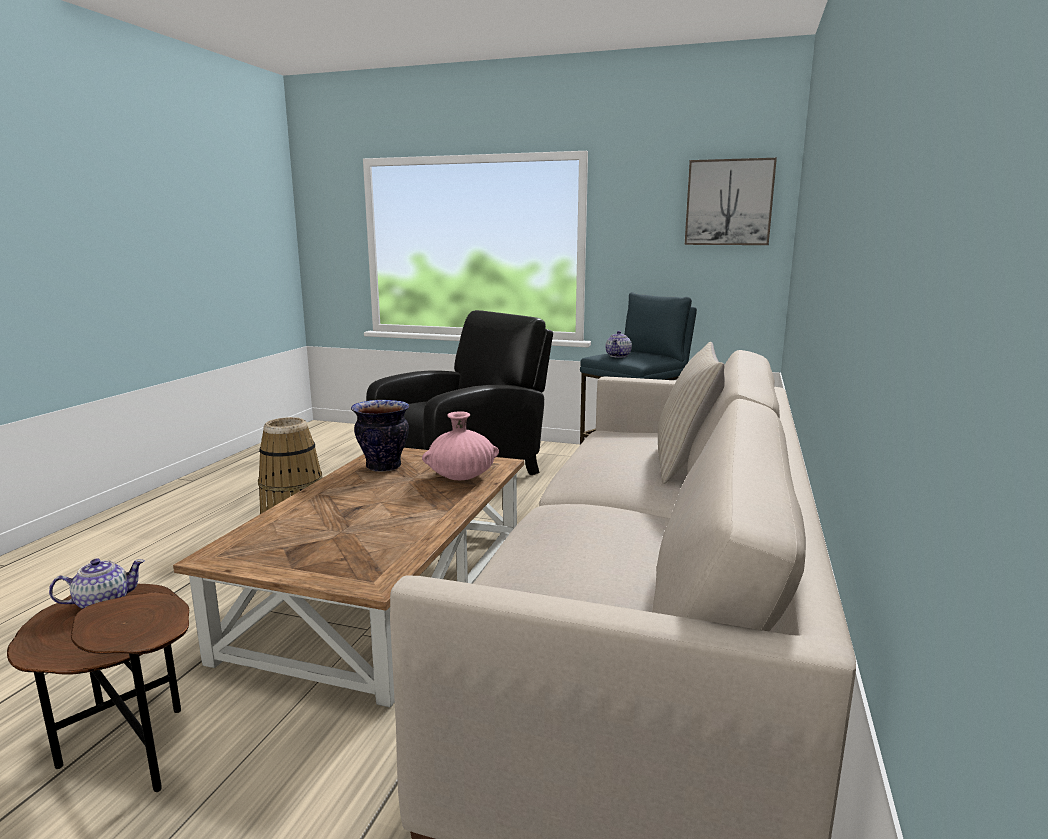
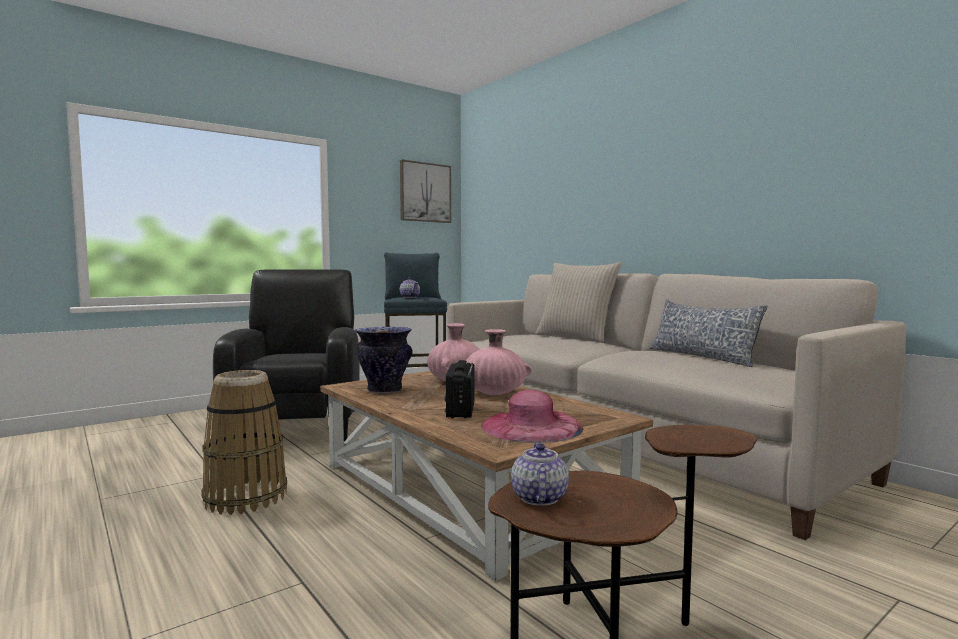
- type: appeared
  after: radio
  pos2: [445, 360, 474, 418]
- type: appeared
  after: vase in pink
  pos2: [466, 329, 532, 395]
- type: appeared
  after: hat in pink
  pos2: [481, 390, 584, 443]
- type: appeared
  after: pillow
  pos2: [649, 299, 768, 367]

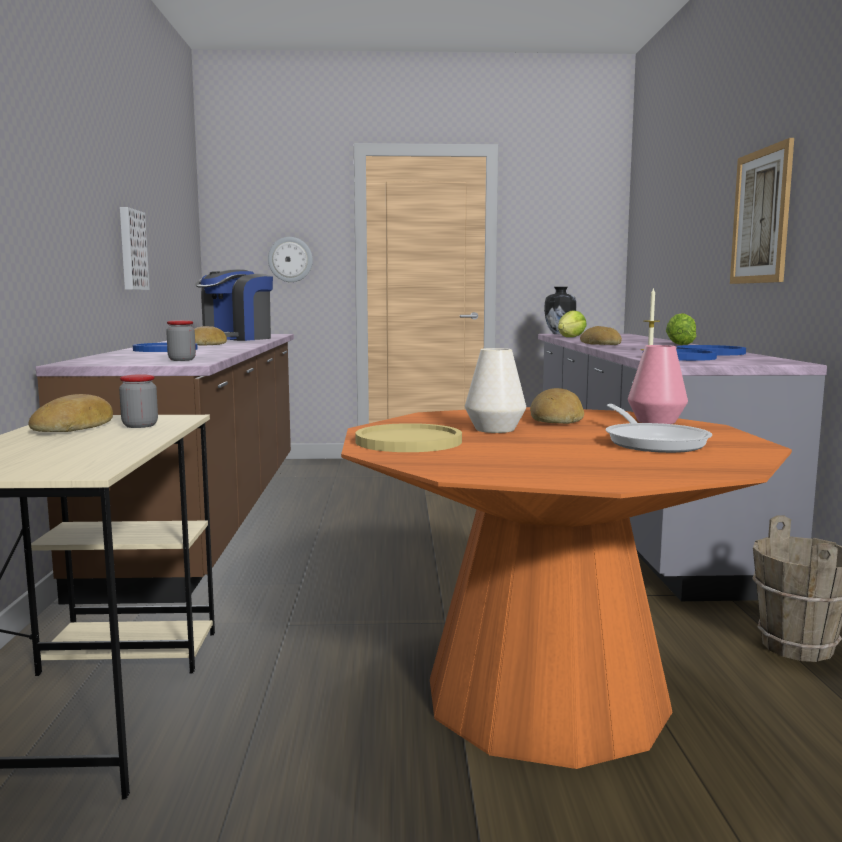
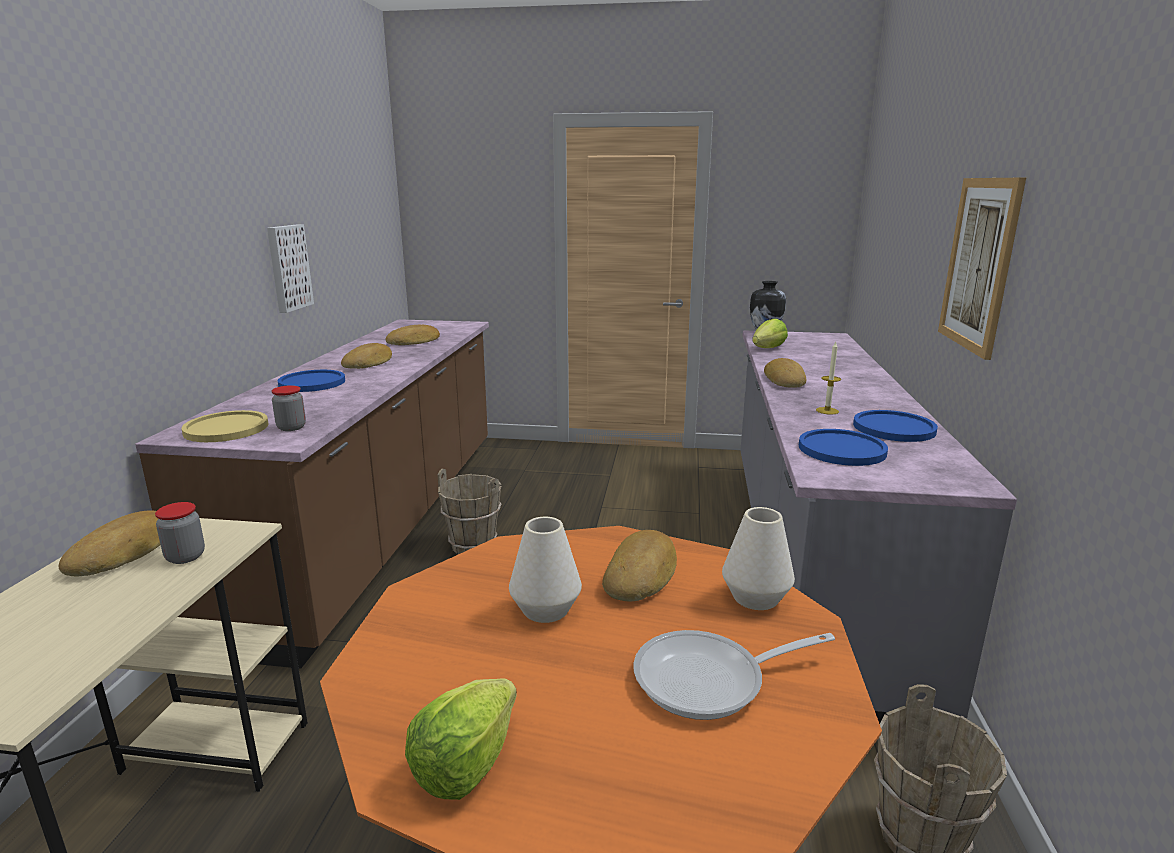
- type: exchanged
  before: coffee machine
  after: bread
  pos1: [195, 269, 273, 341]
  pos2: [385, 325, 440, 345]
- type: missing
  before: wall clock
  pos1: [268, 237, 313, 282]
- type: relocated
  before: plate in yellow
  pos1: [355, 423, 462, 452]
  pos2: [182, 410, 268, 442]
- type: spun
  before: frying pan
  pos1: [606, 404, 712, 453]
  pos2: [634, 630, 835, 720]
  turn: 75
- type: colour
  before: vase in pink
  after: vase in white
  pos1: [628, 345, 688, 424]
  pos2: [722, 507, 795, 610]
- type: relocated
  before: lettuce
  pos1: [666, 313, 696, 345]
  pos2: [405, 679, 517, 800]
- type: appeared
  after: bucket in brown
  pos2: [437, 469, 502, 554]

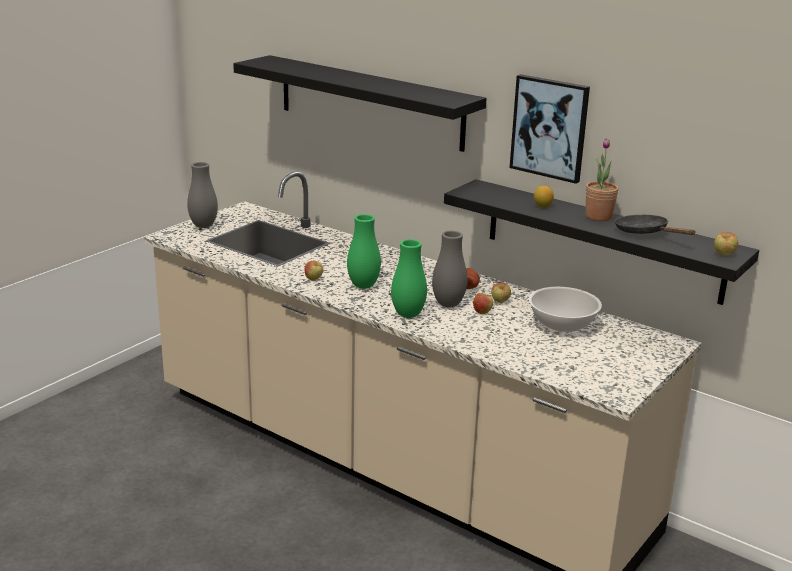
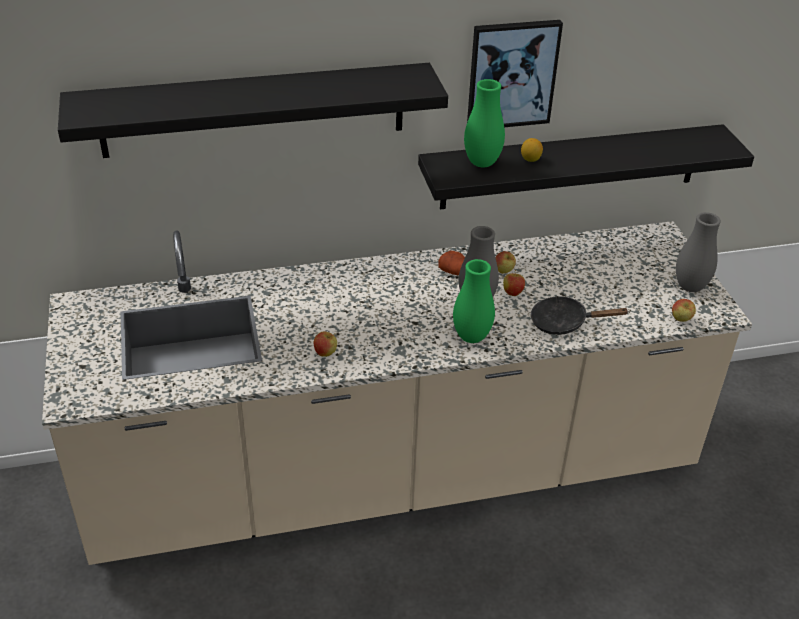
- type: relocated
  before: vase in grey
  pos1: [187, 162, 218, 228]
  pos2: [676, 212, 721, 292]
- type: relocated
  before: vase in green
  pos1: [347, 214, 381, 289]
  pos2: [464, 79, 505, 168]
- type: missing
  before: bowl in white
  pos1: [529, 287, 602, 332]
- type: missing
  before: potted plant
  pos1: [586, 138, 618, 221]
- type: relocated
  before: frying pan in black
  pos1: [615, 215, 695, 235]
  pos2: [531, 296, 628, 335]
- type: relocated
  before: apple
  pos1: [714, 232, 738, 256]
  pos2: [672, 299, 696, 322]

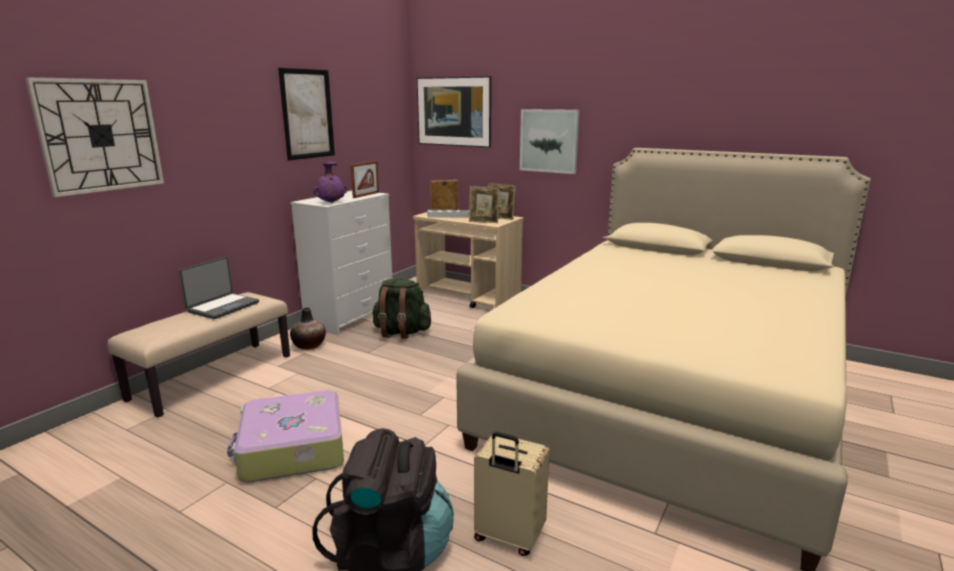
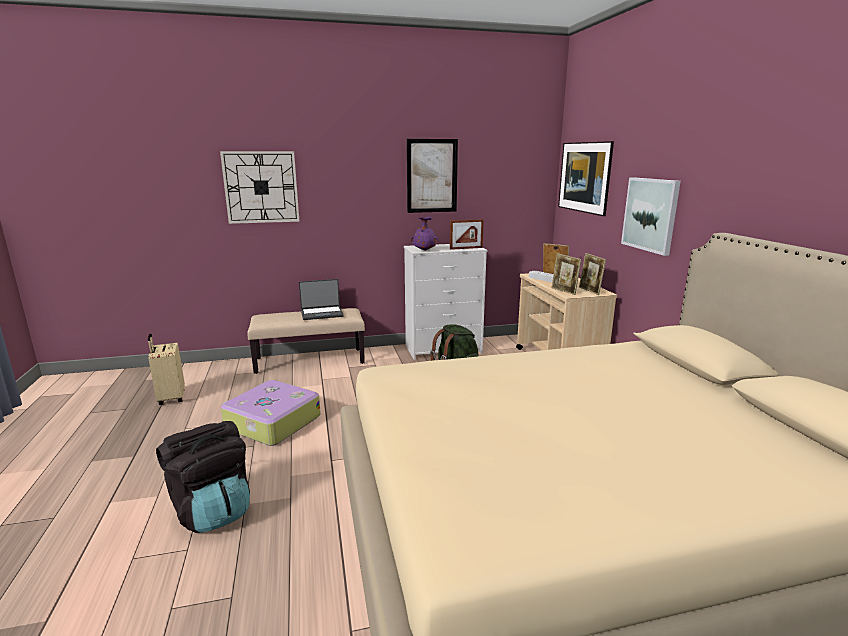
- type: missing
  before: vase
  pos1: [290, 308, 326, 350]
- type: relocated
  before: suitcase in beige
  pos1: [474, 432, 549, 556]
  pos2: [148, 334, 185, 405]

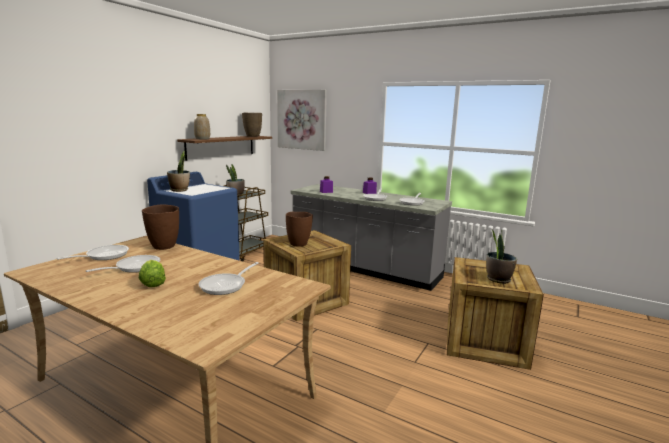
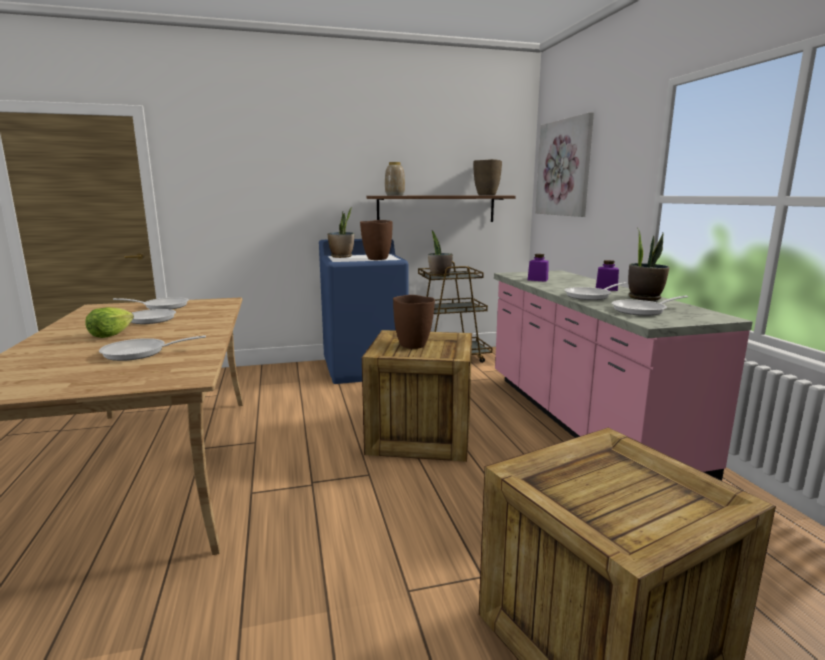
- type: relocated
  before: vase in brown
  pos1: [142, 204, 179, 250]
  pos2: [360, 220, 393, 260]
- type: colour
  before: counter in grey
  after: counter in pink
  pos1: [291, 184, 452, 291]
  pos2: [494, 270, 753, 481]
- type: relocated
  before: potted plant
  pos1: [486, 229, 517, 284]
  pos2: [628, 228, 670, 301]

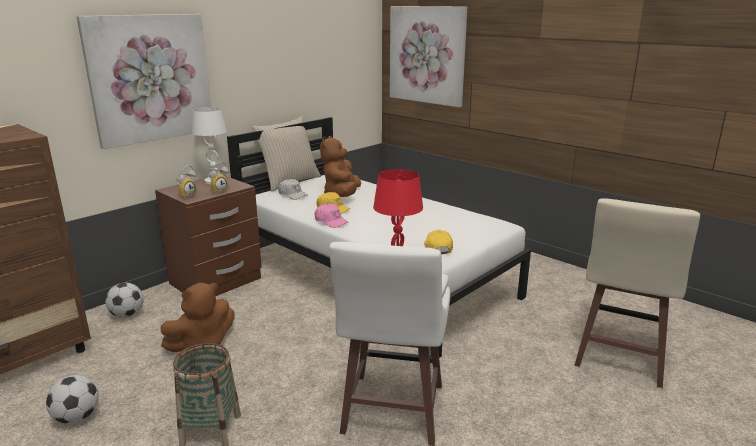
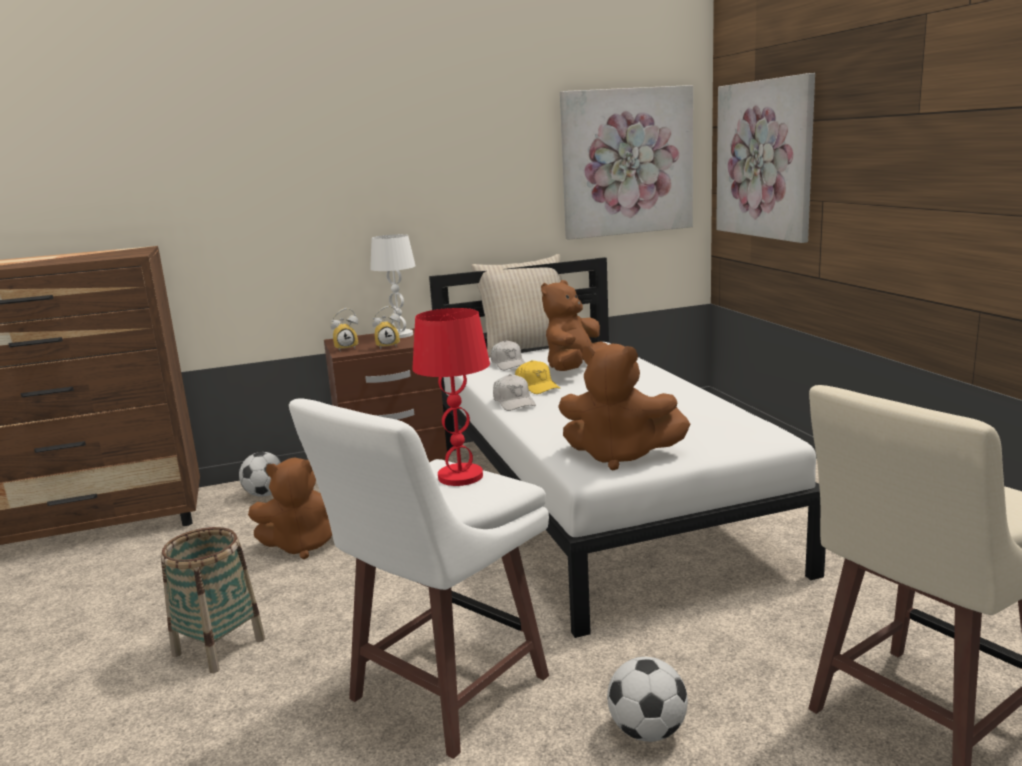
- type: relocated
  before: football
  pos1: [46, 375, 99, 424]
  pos2: [607, 657, 688, 742]
- type: relocated
  before: picture
  pos1: [76, 14, 211, 149]
  pos2: [560, 85, 693, 240]
- type: colour
  before: cap in pink
  after: cap in white
  pos1: [315, 203, 349, 228]
  pos2: [493, 374, 536, 411]
- type: exchanged
  before: cap in yellow
  after: plush toy in brown
  pos1: [424, 230, 453, 254]
  pos2: [558, 344, 690, 470]

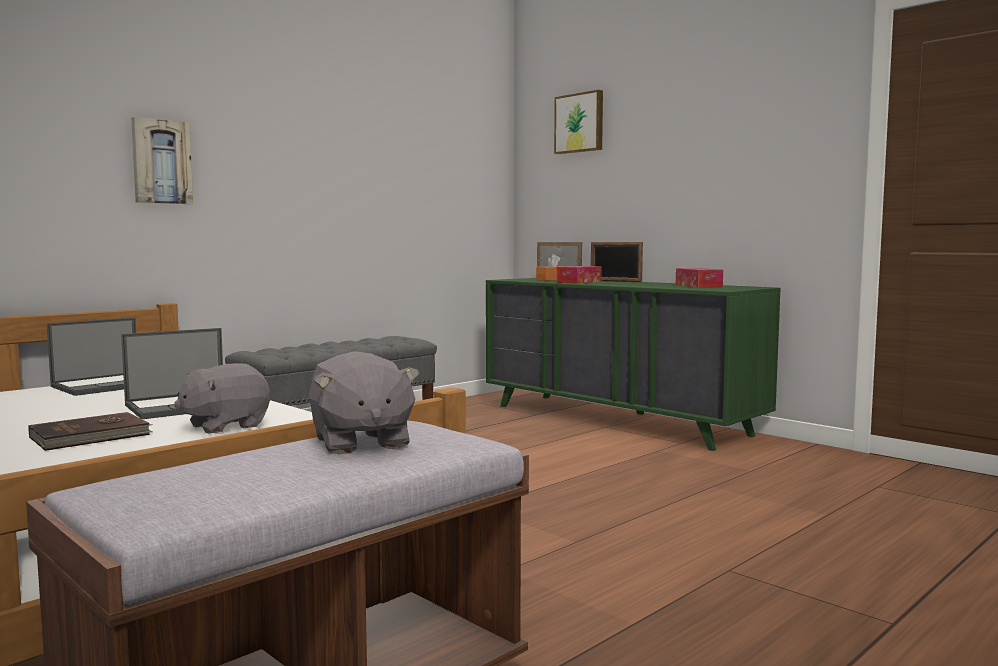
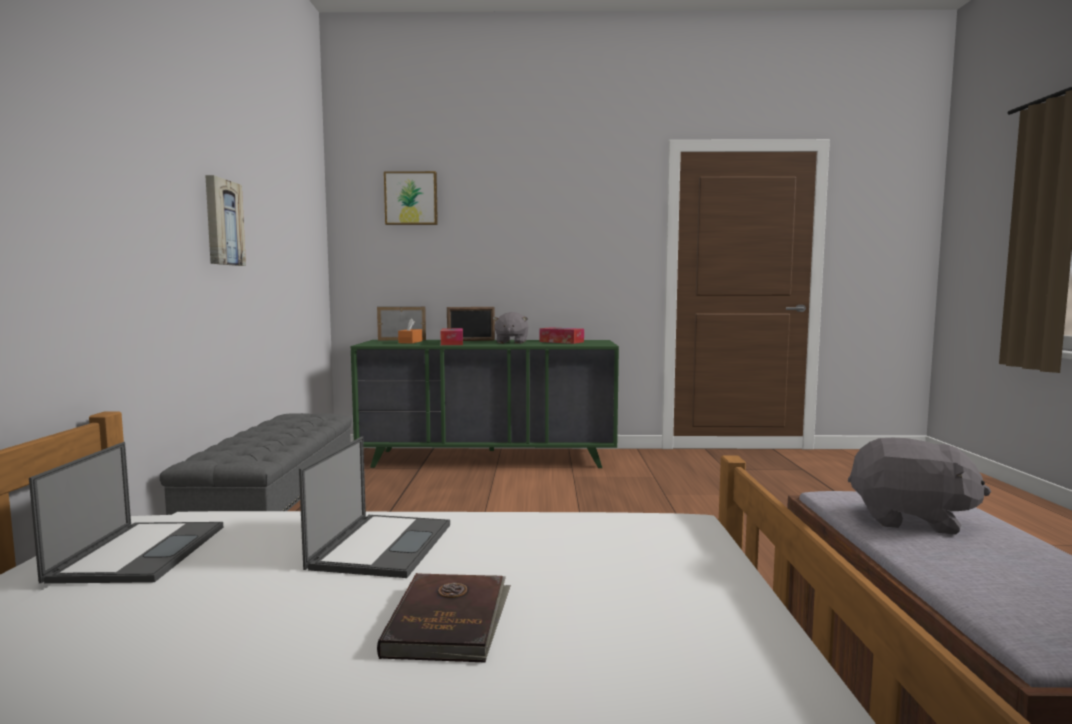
- type: relocated
  before: picture
  pos1: [131, 117, 193, 204]
  pos2: [205, 175, 246, 266]
- type: relocated
  before: plush toy in grey
  pos1: [174, 363, 270, 434]
  pos2: [492, 312, 528, 344]

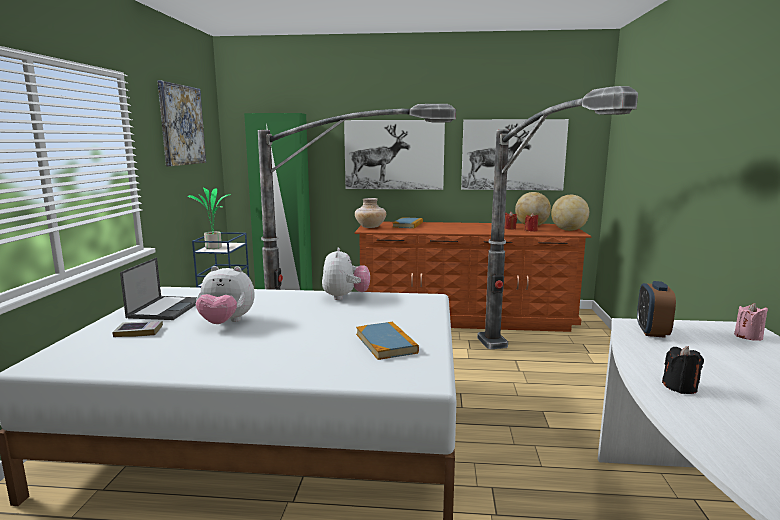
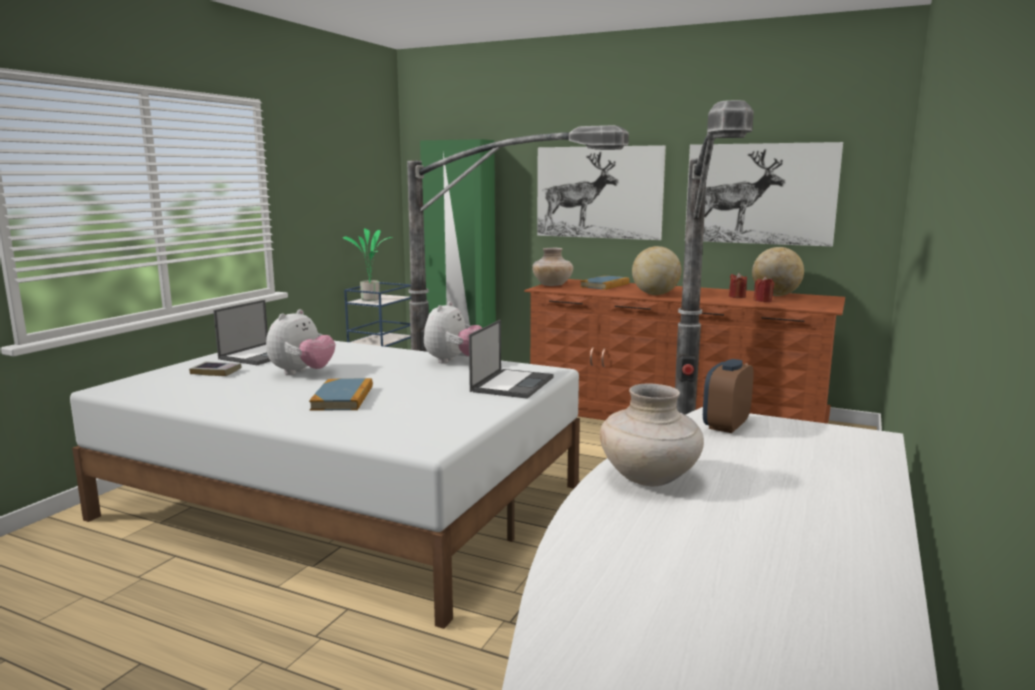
- type: missing
  before: picture
  pos1: [158, 81, 206, 166]
- type: spun
  before: plush toy
  pos1: [196, 266, 255, 324]
  pos2: [266, 309, 335, 375]
  turn: -90
- type: relocated
  before: book
  pos1: [356, 322, 419, 360]
  pos2: [309, 378, 373, 410]
- type: relocated
  before: globe
  pos1: [551, 195, 589, 231]
  pos2: [632, 246, 681, 295]
- type: exchanged
  before: candle in black
  after: vase in beige
  pos1: [662, 346, 704, 394]
  pos2: [600, 384, 704, 487]
- type: missing
  before: candle in pink
  pos1: [734, 303, 768, 341]
- type: appeared
  after: laptop
  pos2: [469, 320, 554, 399]

